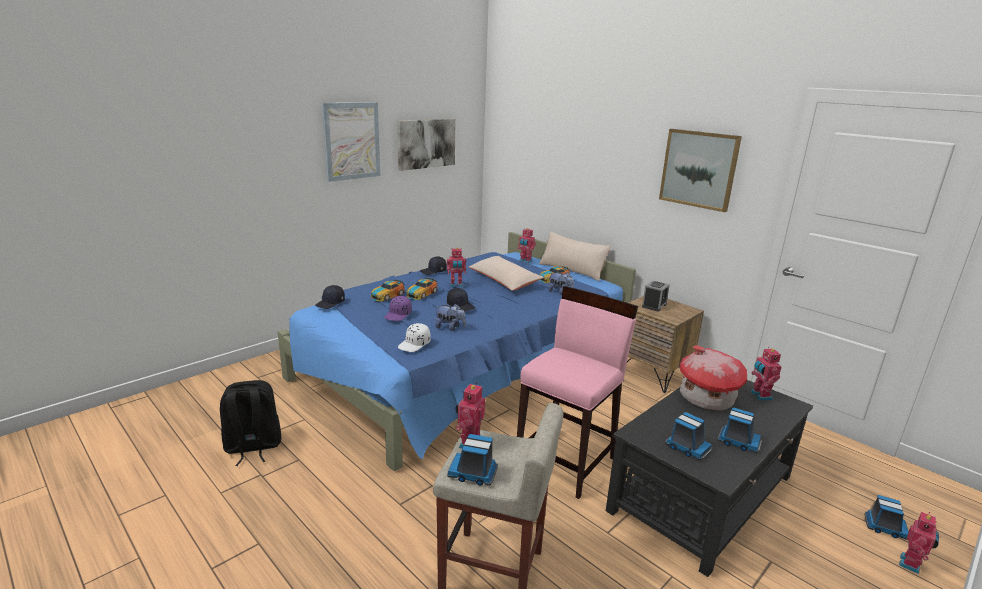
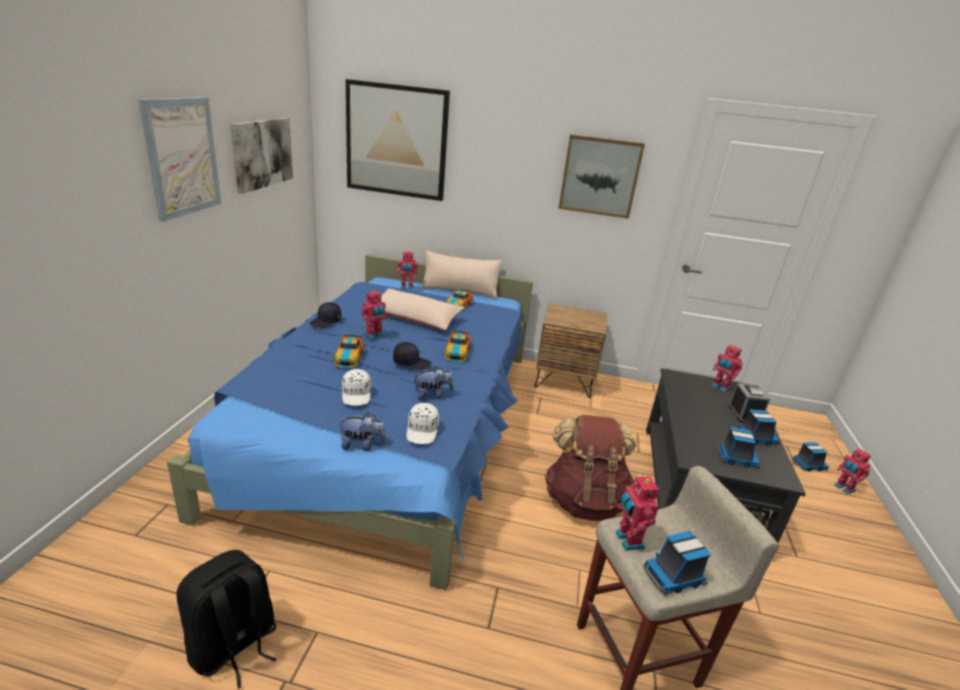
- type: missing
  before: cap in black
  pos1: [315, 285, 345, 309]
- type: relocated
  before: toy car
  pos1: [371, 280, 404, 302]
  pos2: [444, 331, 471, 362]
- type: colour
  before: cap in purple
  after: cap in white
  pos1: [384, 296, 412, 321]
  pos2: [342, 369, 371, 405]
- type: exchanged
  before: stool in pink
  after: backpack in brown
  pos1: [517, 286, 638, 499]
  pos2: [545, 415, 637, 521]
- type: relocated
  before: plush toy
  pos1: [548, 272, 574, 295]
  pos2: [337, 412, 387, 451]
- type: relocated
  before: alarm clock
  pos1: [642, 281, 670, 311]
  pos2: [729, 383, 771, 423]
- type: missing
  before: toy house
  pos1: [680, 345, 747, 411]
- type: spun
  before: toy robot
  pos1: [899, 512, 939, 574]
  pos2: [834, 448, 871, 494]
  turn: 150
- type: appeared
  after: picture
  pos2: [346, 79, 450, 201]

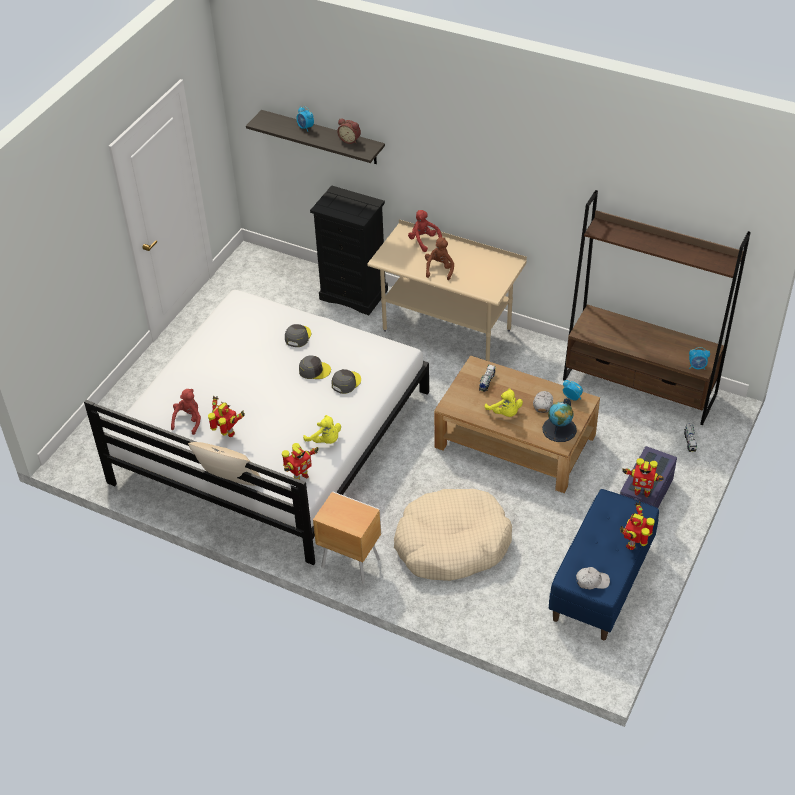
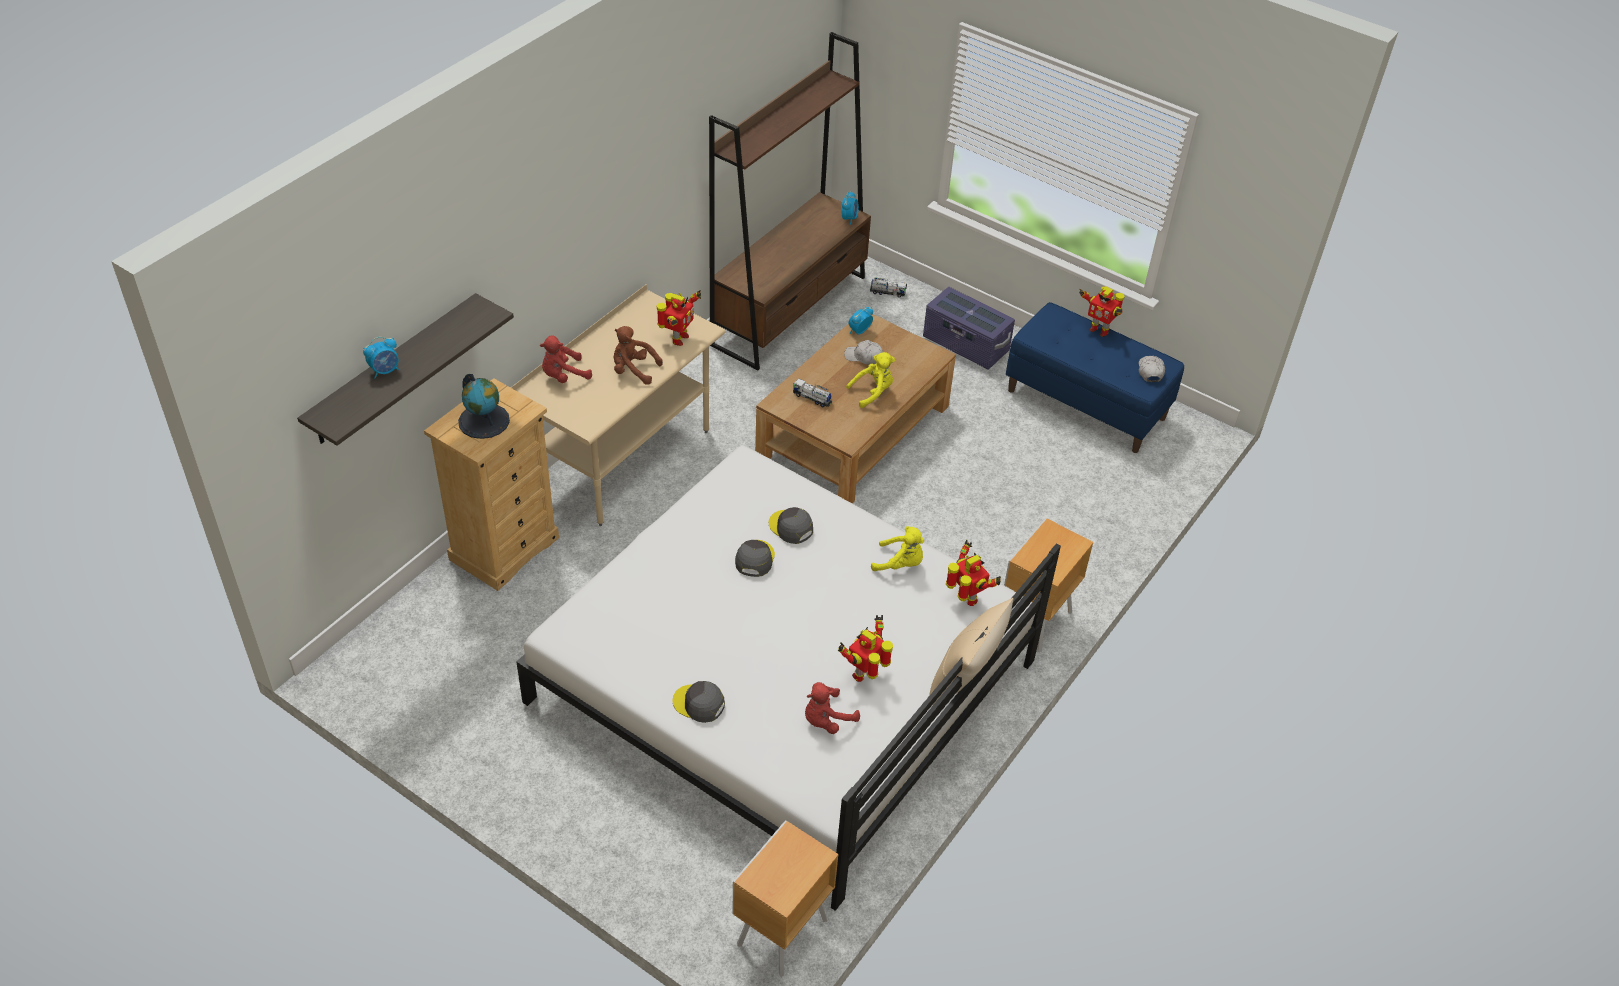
- type: spun
  before: plush toy in red
  pos1: [171, 389, 201, 435]
  pos2: [805, 682, 860, 734]
  turn: -60
- type: relocated
  before: cap in grey
  pos1: [285, 324, 311, 347]
  pos2: [673, 681, 725, 723]
- type: spun
  before: plush toy in yellow
  pos1: [303, 415, 341, 444]
  pos2: [871, 526, 924, 571]
  turn: 60
- type: colour
  before: dresser in black
  after: dresser in beige
  pos1: [310, 185, 388, 315]
  pos2: [424, 378, 559, 591]
- type: missing
  before: alarm clock
  pos1: [337, 119, 361, 144]
- type: missing
  before: dog bed in beige
  pos1: [394, 489, 512, 581]
- type: relocated
  before: globe
  pos1: [542, 398, 577, 442]
  pos2: [458, 374, 510, 439]
- type: relocated
  before: toy robot
  pos1: [622, 458, 664, 497]
  pos2: [657, 290, 701, 346]
- type: appeared
  after: nightstand in brown
  pos2: [732, 820, 839, 976]

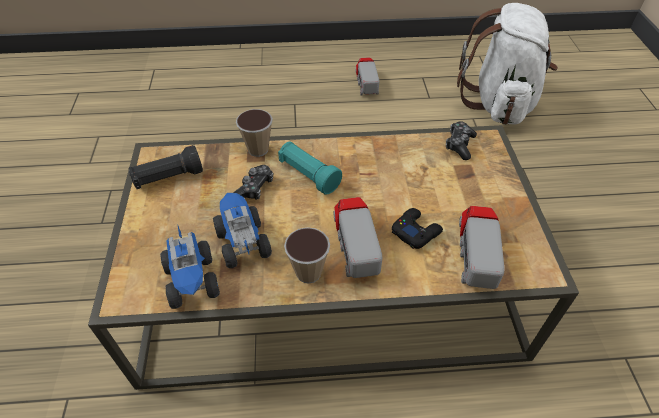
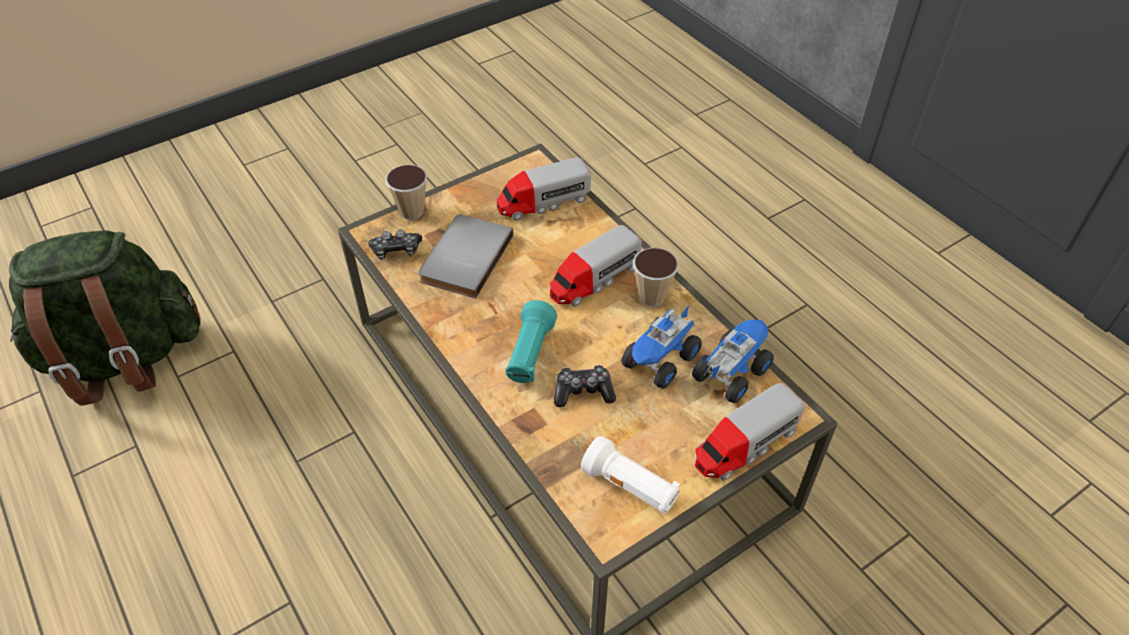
- type: colour
  before: flashlight in black
  after: flashlight in white
  pos1: [128, 145, 203, 189]
  pos2: [581, 436, 680, 514]
- type: relocated
  before: cup
  pos1: [236, 109, 273, 157]
  pos2: [385, 165, 427, 220]
- type: relocated
  before: toy truck
  pos1: [355, 57, 379, 95]
  pos2: [695, 383, 805, 481]
- type: missing
  before: game controller in black
  pos1: [392, 208, 443, 249]
- type: colour
  before: backpack in white
  after: backpack in green
  pos1: [457, 3, 558, 125]
  pos2: [9, 230, 201, 406]
- type: appeared
  after: book in grey
  pos2: [418, 214, 514, 299]

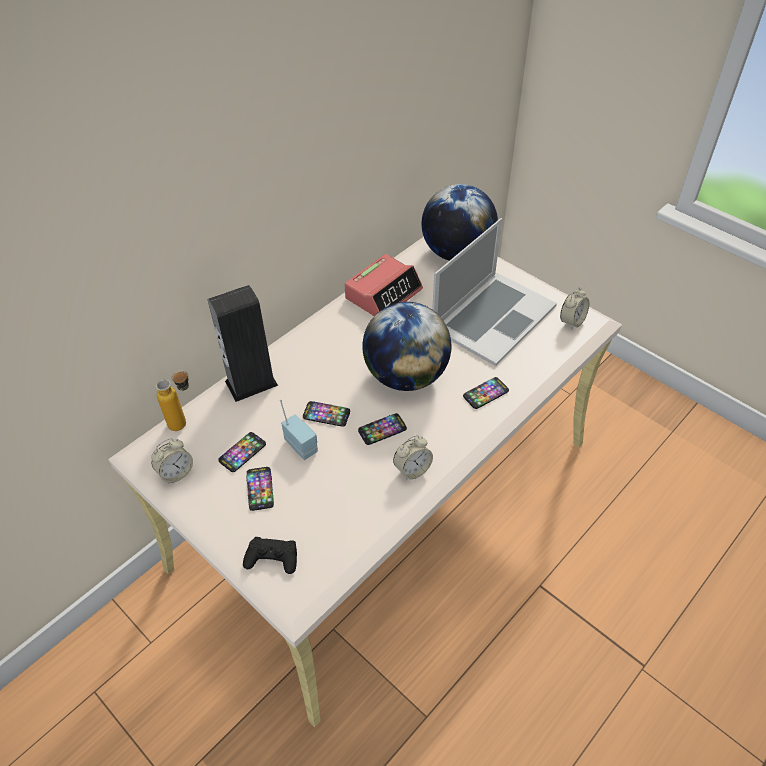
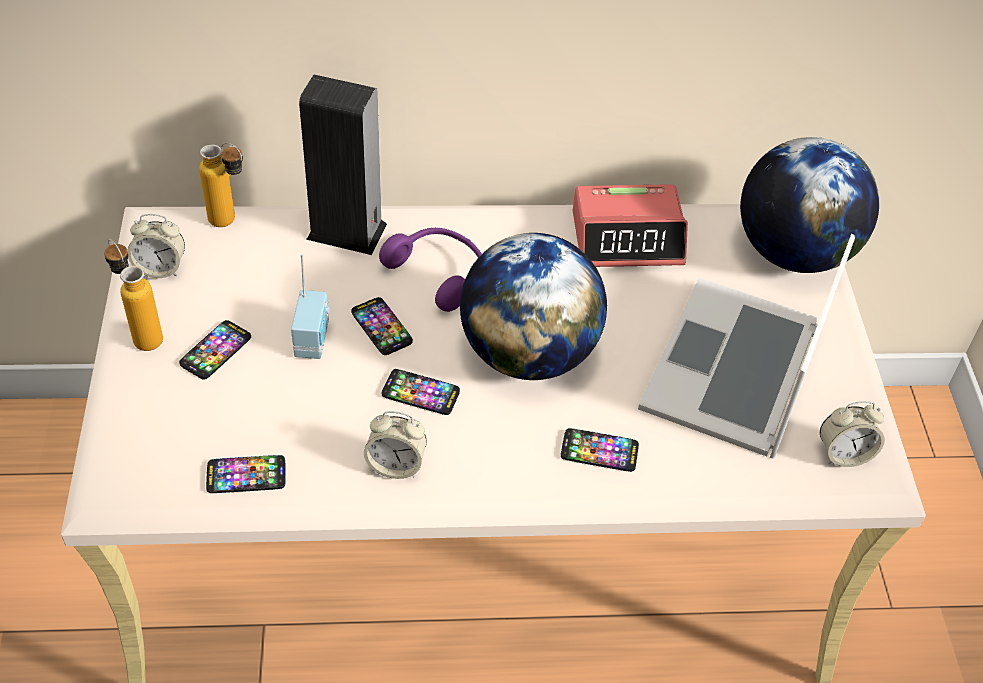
- type: relocated
  before: phone
  pos1: [218, 432, 266, 472]
  pos2: [206, 455, 285, 493]
- type: missing
  before: game controller in black
  pos1: [243, 537, 297, 574]
- type: spun
  before: laptop
  pos1: [432, 218, 557, 366]
  pos2: [638, 234, 855, 458]
  turn: 120
- type: appeared
  after: bottle
  pos2: [104, 239, 163, 351]
- type: appeared
  after: headphones in purple
  pos2: [379, 228, 482, 312]

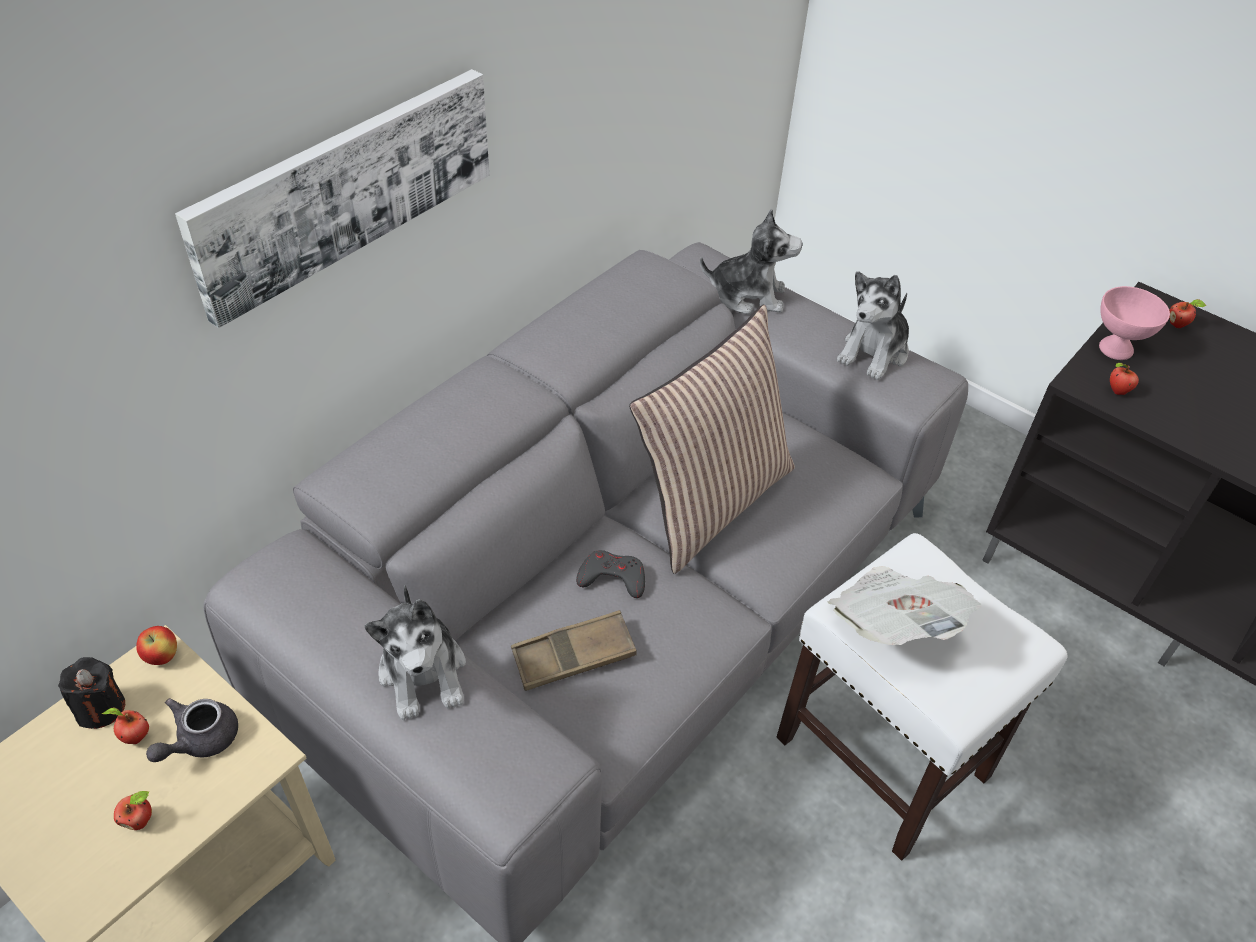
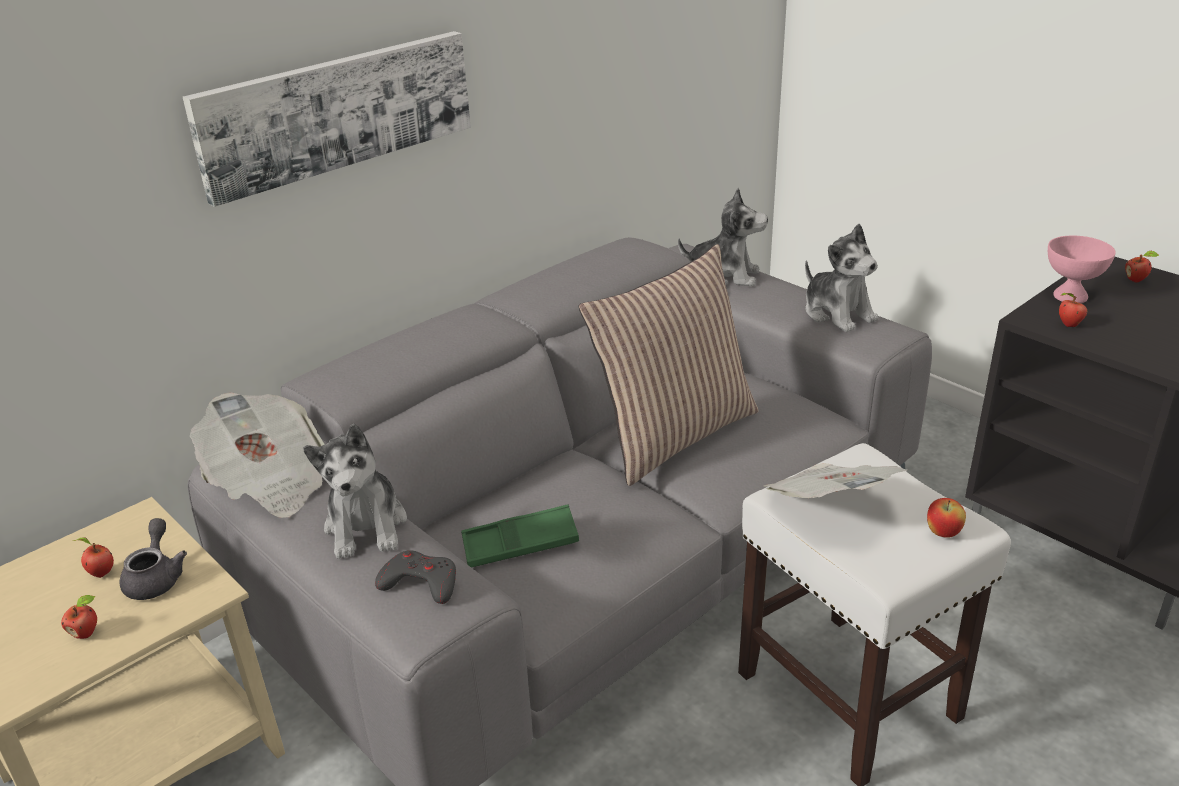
- type: missing
  before: candle in black
  pos1: [58, 657, 125, 729]
- type: relocated
  before: apple
  pos1: [136, 626, 177, 665]
  pos2: [927, 498, 966, 538]
- type: spun
  before: teapot in grey
  pos1: [146, 698, 238, 762]
  pos2: [120, 518, 187, 600]
  turn: 135
- type: colour
  before: tray in brown
  after: tray in green
  pos1: [511, 610, 637, 691]
  pos2: [461, 504, 579, 568]
- type: relocated
  before: game controller in grey
  pos1: [576, 550, 645, 598]
  pos2: [375, 551, 456, 604]
- type: spun
  before: plush toy
  pos1: [837, 271, 909, 380]
  pos2: [805, 224, 879, 332]
  turn: -75
- type: appeared
  after: newspaper
  pos2: [190, 392, 325, 518]

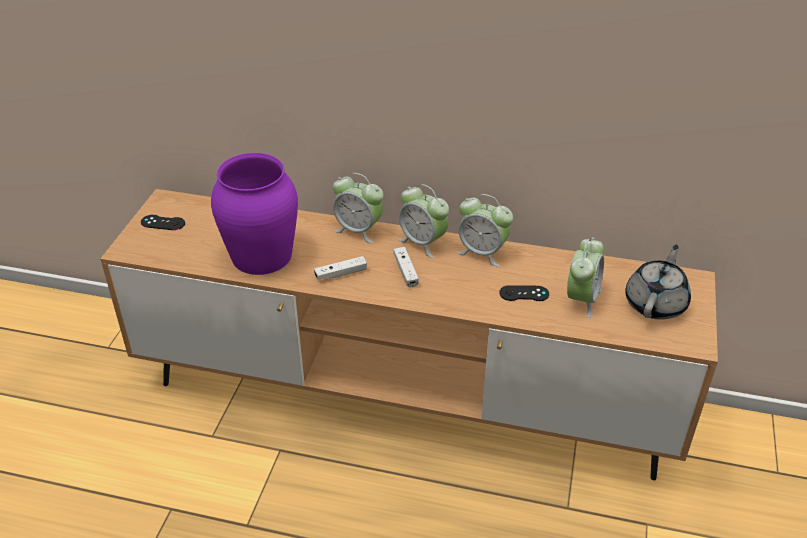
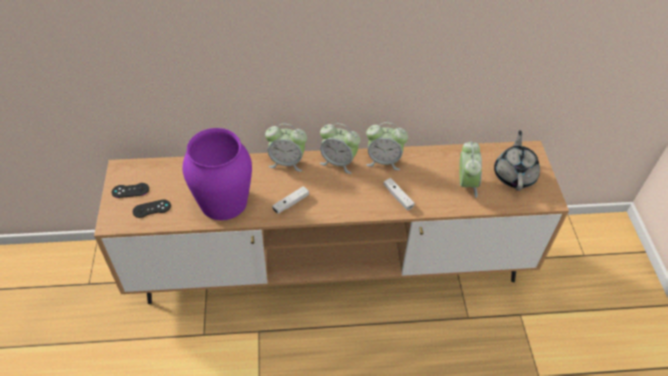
- type: relocated
  before: game controller in white
  pos1: [393, 247, 419, 287]
  pos2: [383, 178, 415, 211]
- type: relocated
  before: game controller in black
  pos1: [499, 285, 549, 301]
  pos2: [133, 199, 171, 218]

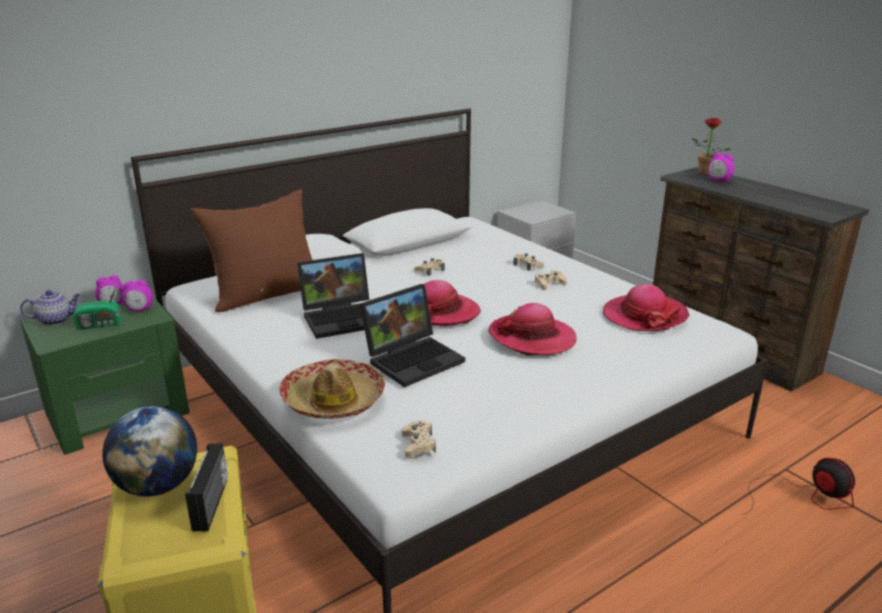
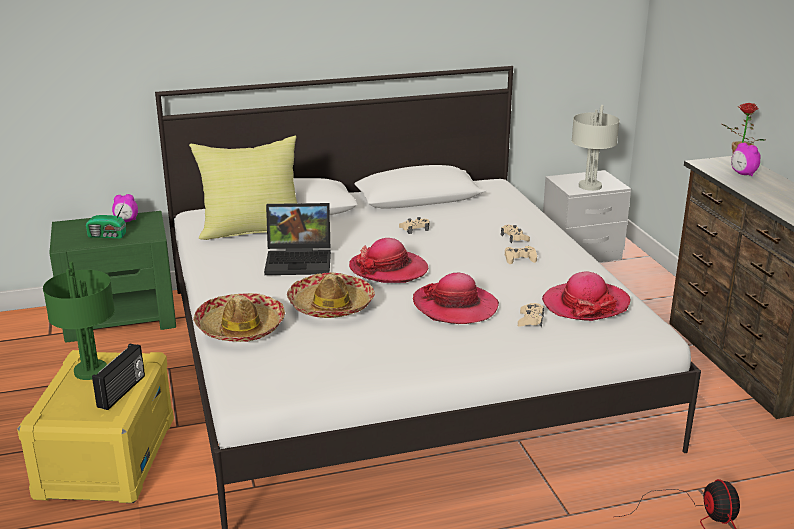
- type: missing
  before: teapot
  pos1: [20, 290, 80, 325]
- type: exchanged
  before: globe
  after: table lamp in green
  pos1: [102, 406, 197, 496]
  pos2: [43, 261, 115, 380]
- type: missing
  before: alarm clock
  pos1: [122, 280, 153, 312]
- type: colour
  before: pillow in brown
  after: pillow in yellow
  pos1: [191, 189, 312, 312]
  pos2: [189, 136, 297, 240]
- type: exchanged
  before: laptop
  after: hat
  pos1: [360, 284, 465, 387]
  pos2: [287, 272, 375, 318]
- type: relocated
  before: game controller in beige
  pos1: [402, 420, 436, 458]
  pos2: [518, 303, 544, 327]
- type: appeared
  after: table lamp in grey
  pos2: [571, 105, 620, 191]

